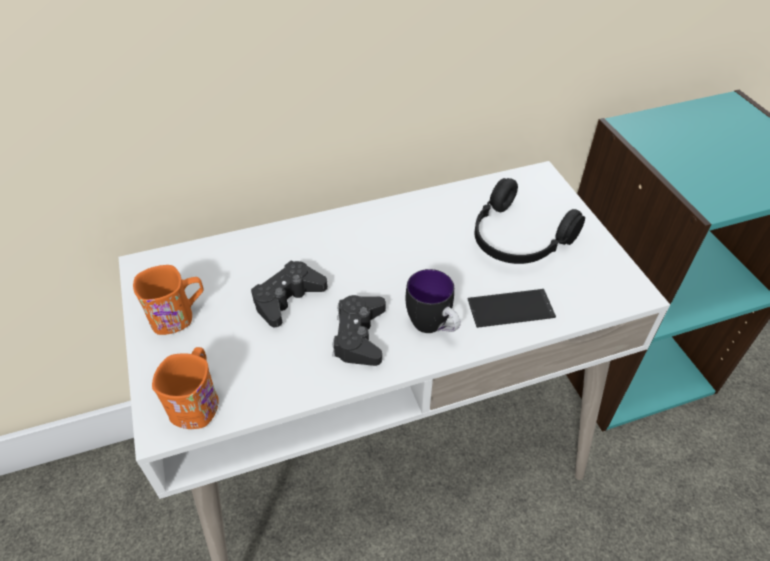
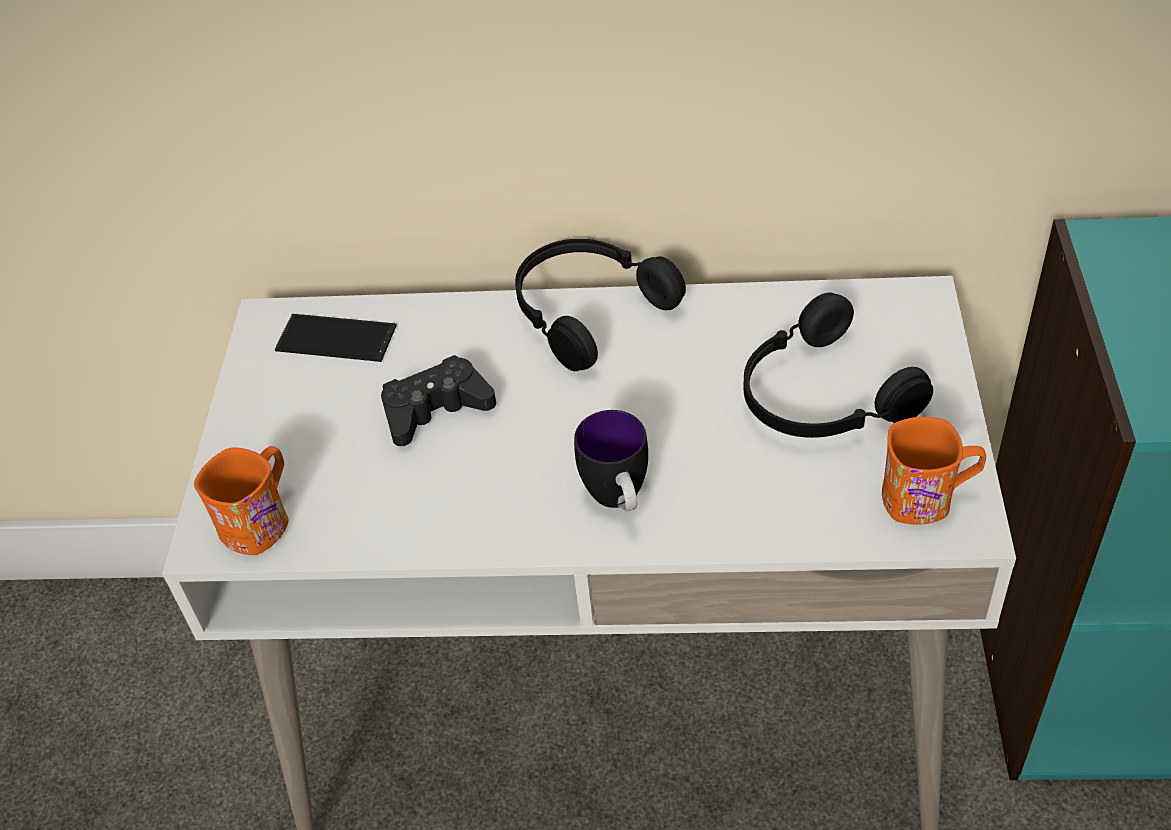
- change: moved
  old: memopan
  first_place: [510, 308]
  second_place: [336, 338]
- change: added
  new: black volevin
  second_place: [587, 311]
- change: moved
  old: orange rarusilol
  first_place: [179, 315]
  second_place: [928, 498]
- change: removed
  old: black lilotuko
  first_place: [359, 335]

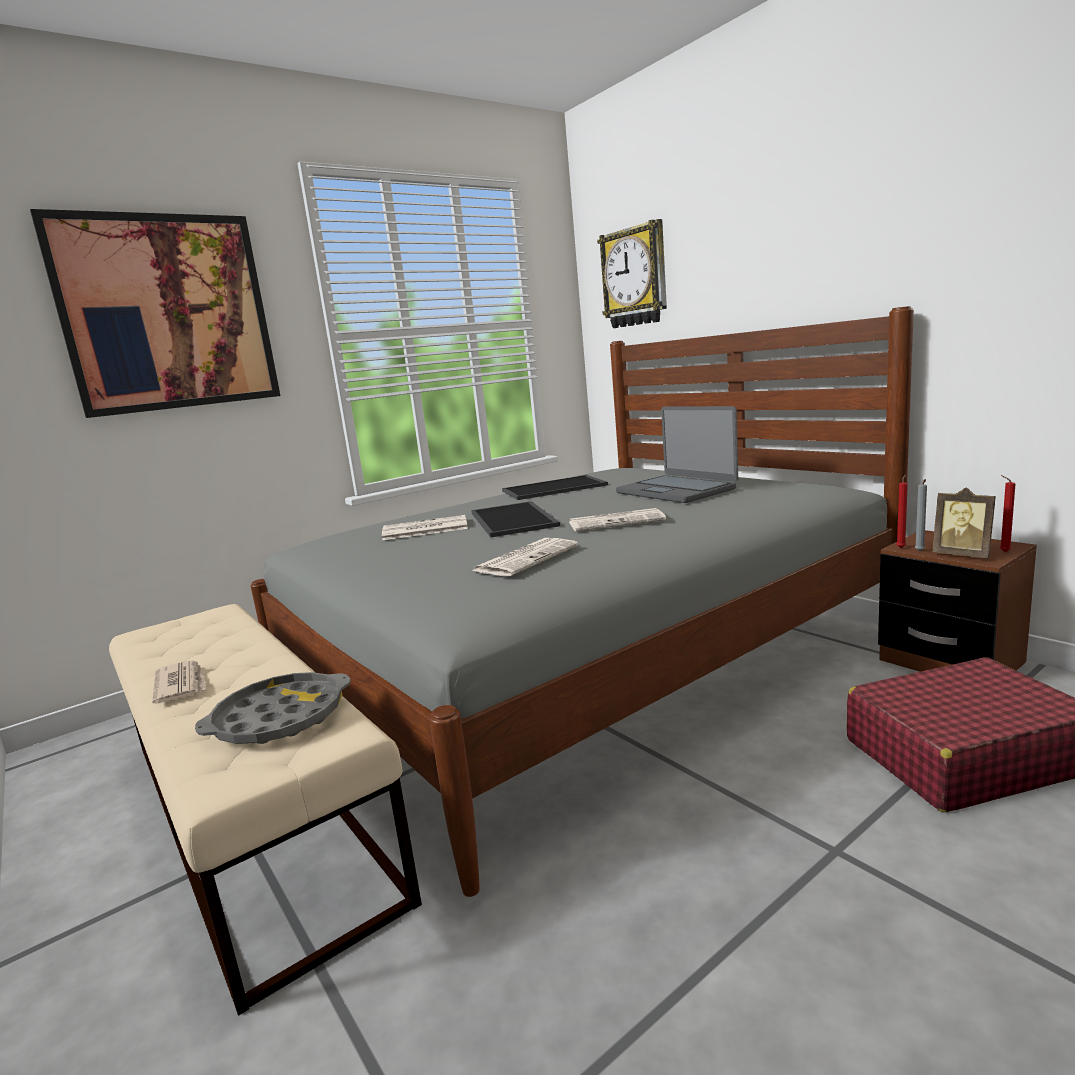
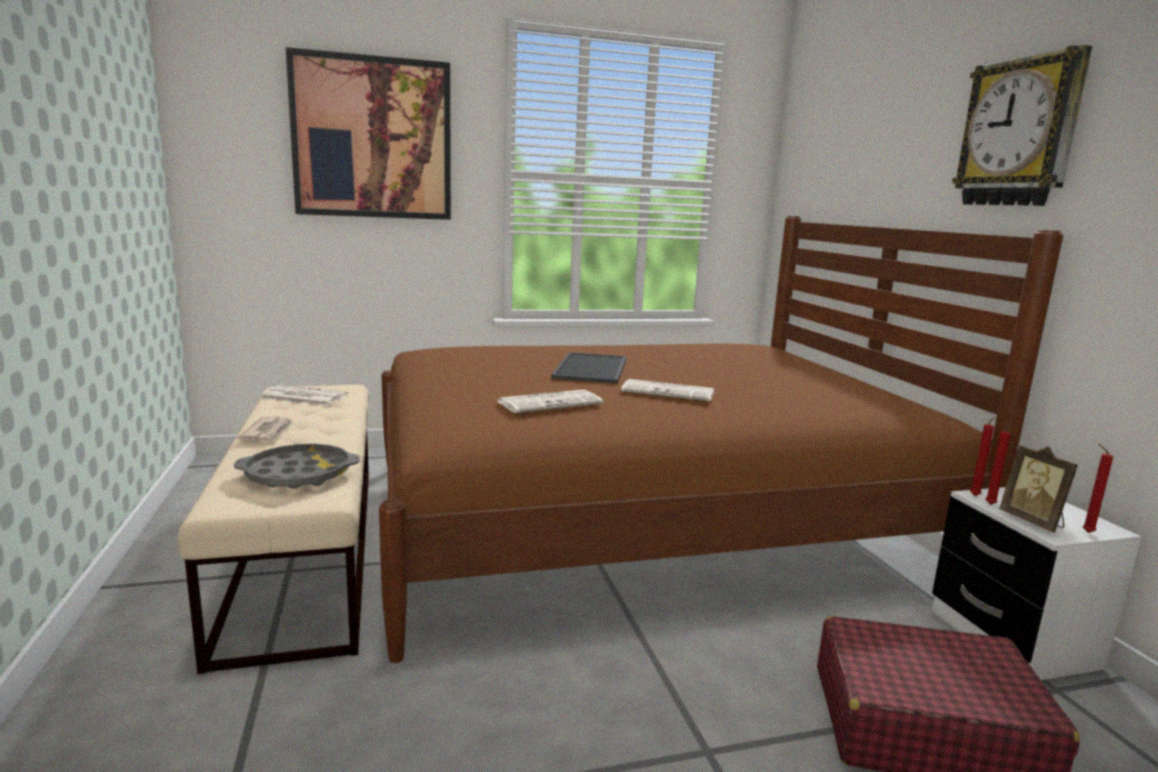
- change: moved
  old: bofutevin
  first_place: [424, 529]
  second_place: [302, 397]
- change: recoloured
  old: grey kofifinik
  new: brown kofifinik
  first_place: [585, 663]
  second_place: [640, 521]
- change: recoloured
  old: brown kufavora
  new: white kufavora
  first_place: [950, 661]
  second_place: [1012, 639]
- change: moved
  old: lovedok
  first_place: [635, 277]
  second_place: [1019, 133]
- change: recoloured
  old: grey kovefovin
  new: red kovefovin
  first_place: [919, 551]
  second_place: [990, 505]
- change: removed
  old: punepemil
  first_place: [553, 488]
- change: removed
  old: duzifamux
  first_place: [676, 490]

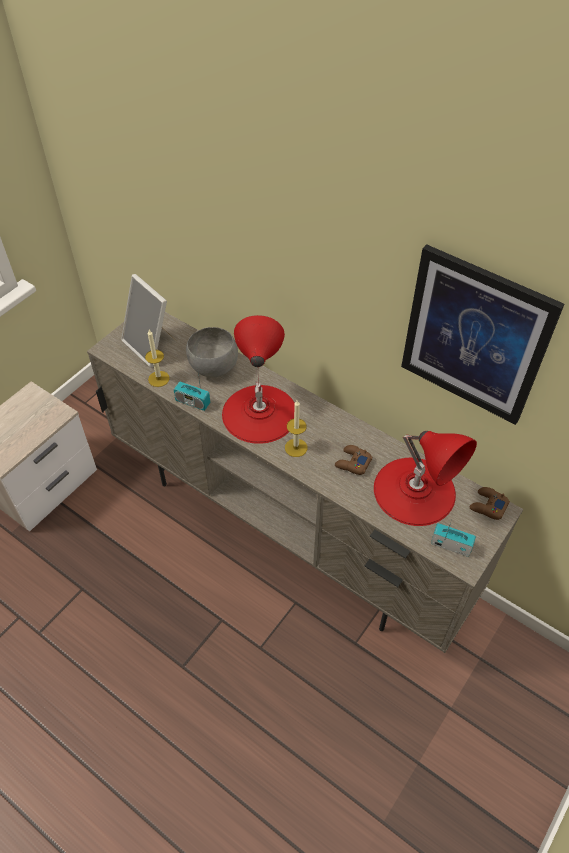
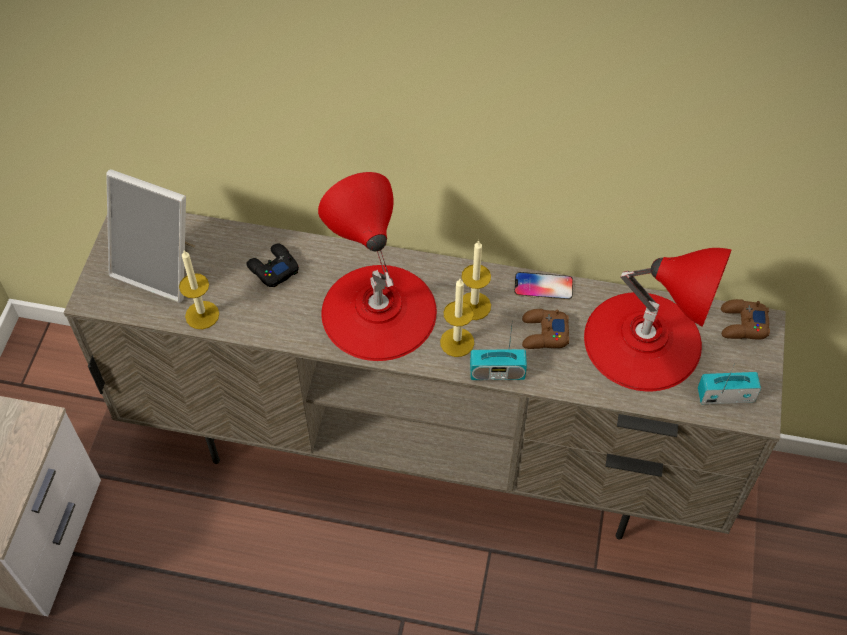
- change: replaced
  old: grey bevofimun
  new: black lilotuko
  first_place: [212, 368]
  second_place: [273, 269]
- change: added
  new: kovefovin
  second_place: [474, 306]
- change: moved
  old: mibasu
  first_place: [192, 402]
  second_place: [497, 372]
- change: added
  new: memopan
  second_place: [543, 287]
- change: removed
  old: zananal
  first_place: [474, 336]

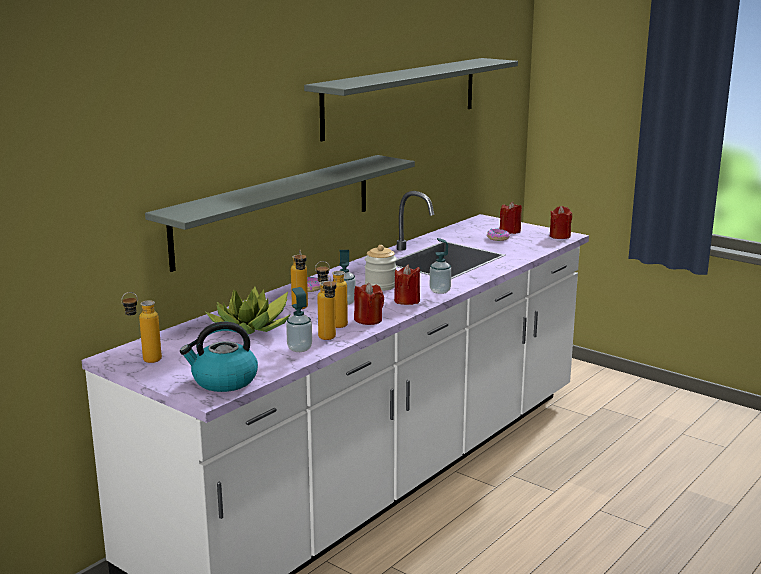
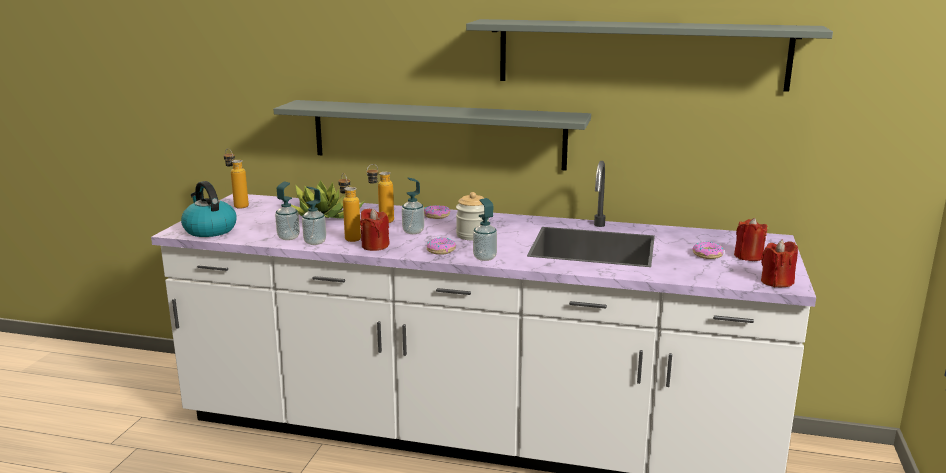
- change: replaced
  old: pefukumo
  new: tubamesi
  first_place: [328, 340]
  second_place: [315, 242]
- change: replaced
  old: red kovefovin
  new: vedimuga
  first_place: [407, 301]
  second_place: [441, 250]

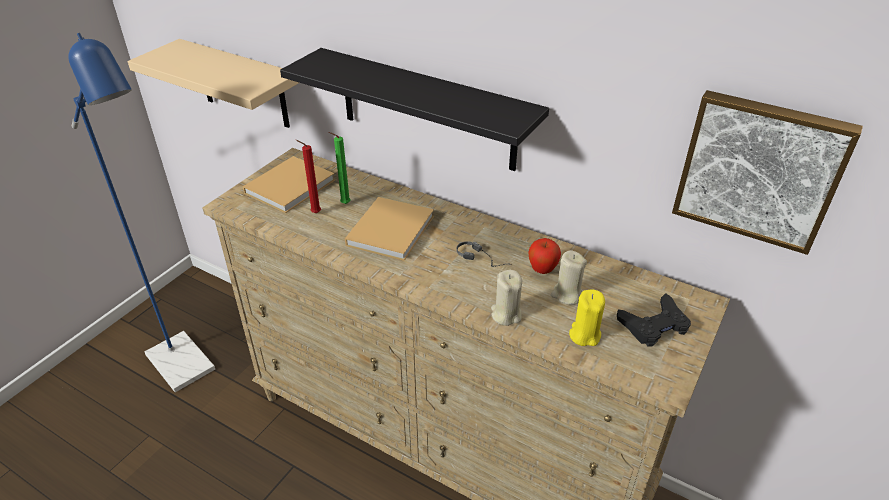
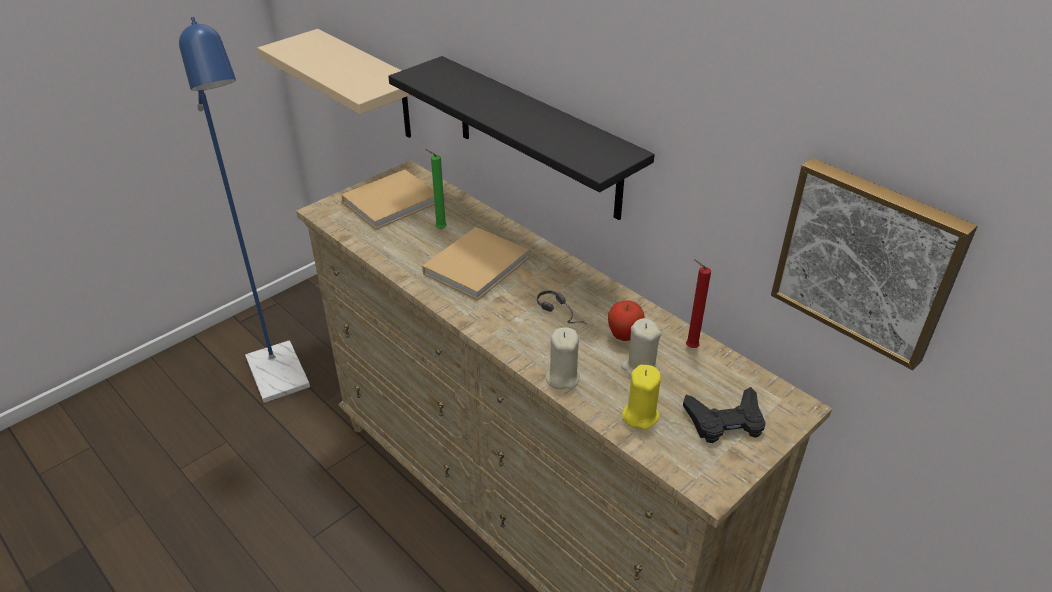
- change: moved
  old: red kovefovin
  first_place: [314, 213]
  second_place: [689, 347]

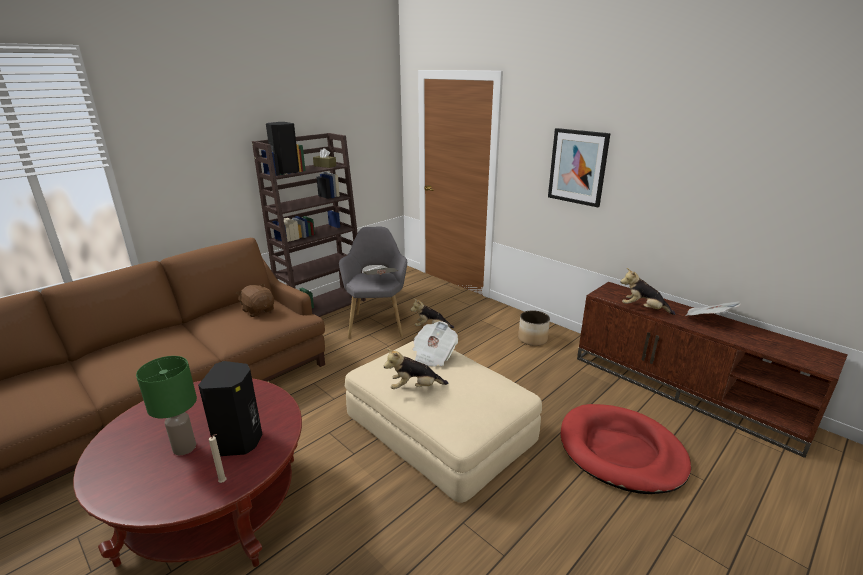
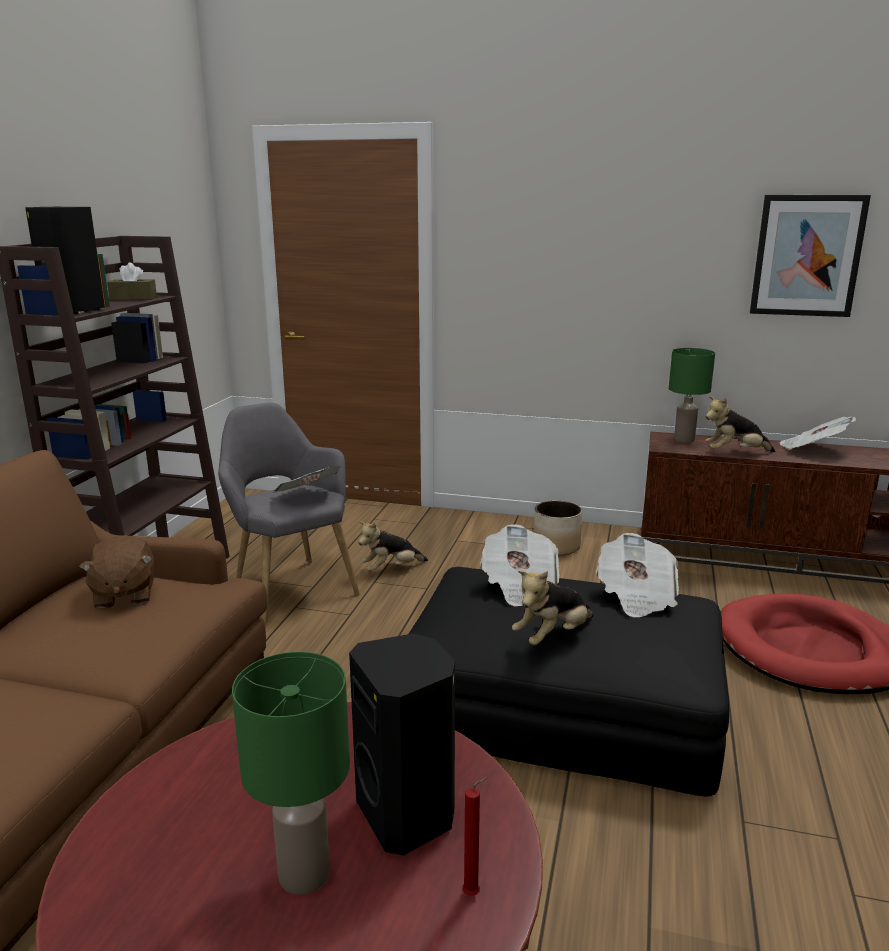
- change: turned
  old: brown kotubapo
  first_place: [258, 310]
  second_place: [124, 595]
  degrees: -120
- change: recoloured
  old: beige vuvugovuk
  new: black vuvugovuk
  first_place: [440, 425]
  second_place: [562, 702]
- change: recoloured
  old: beige kovefovin
  new: red kovefovin
  first_place: [224, 482]
  second_place: [473, 894]
- change: added
  new: bofutevin
  second_place: [636, 596]
- change: added
  new: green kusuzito
  second_place: [684, 440]
- change: moved
  old: zananal
  first_place: [578, 167]
  second_place: [807, 256]

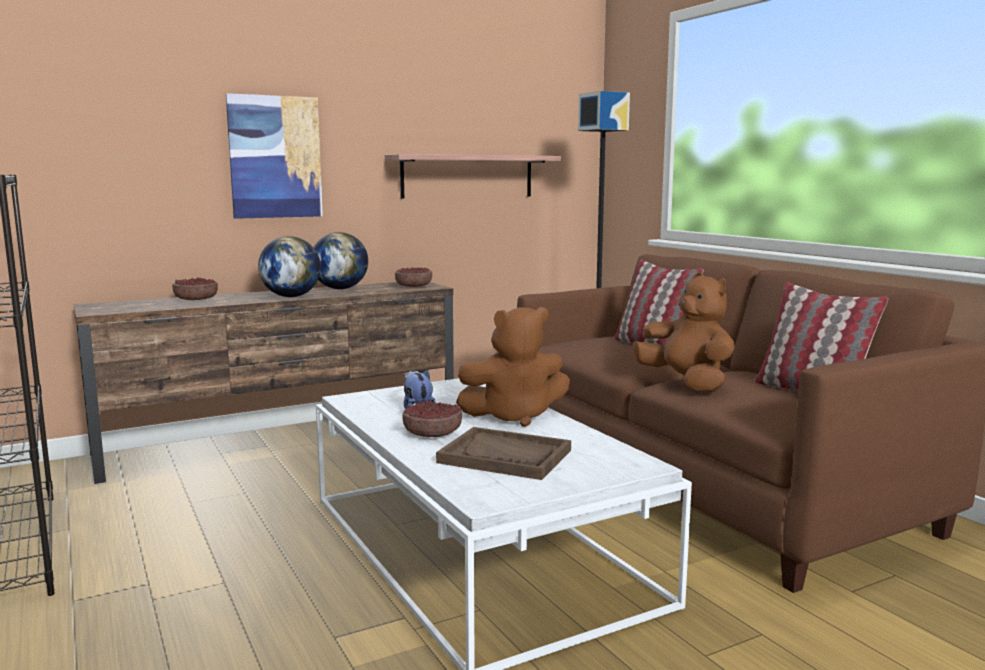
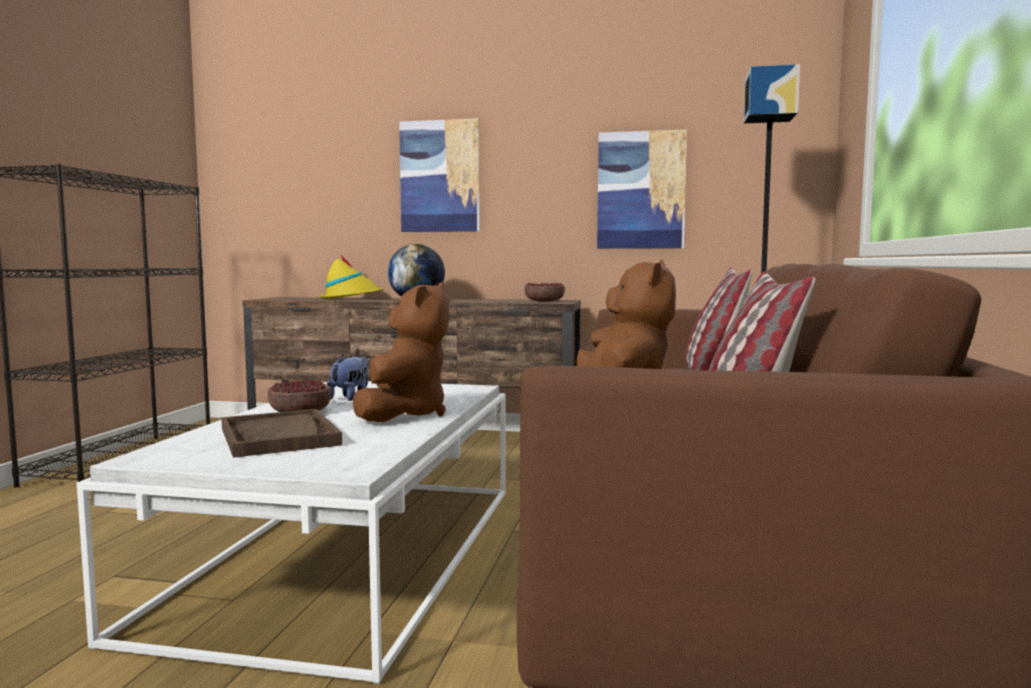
- change: replaced
  old: bevofimun
  new: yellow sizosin
  first_place: [196, 299]
  second_place: [351, 298]
- change: turned
  old: brown kotubapo
  first_place: [514, 416]
  second_place: [404, 414]
  degrees: -105
- change: replaced
  old: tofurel
  new: zananal
  first_place: [467, 176]
  second_place: [641, 190]
- change: removed
  old: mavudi
  first_place: [340, 288]

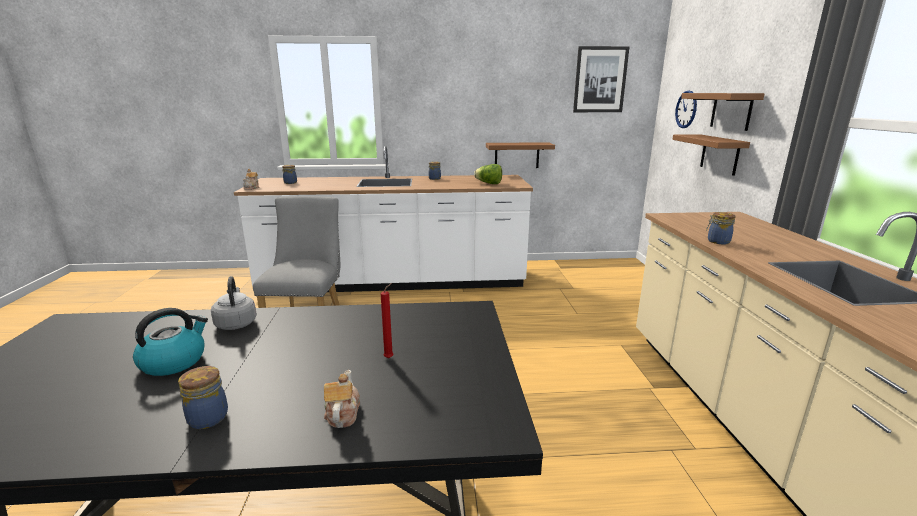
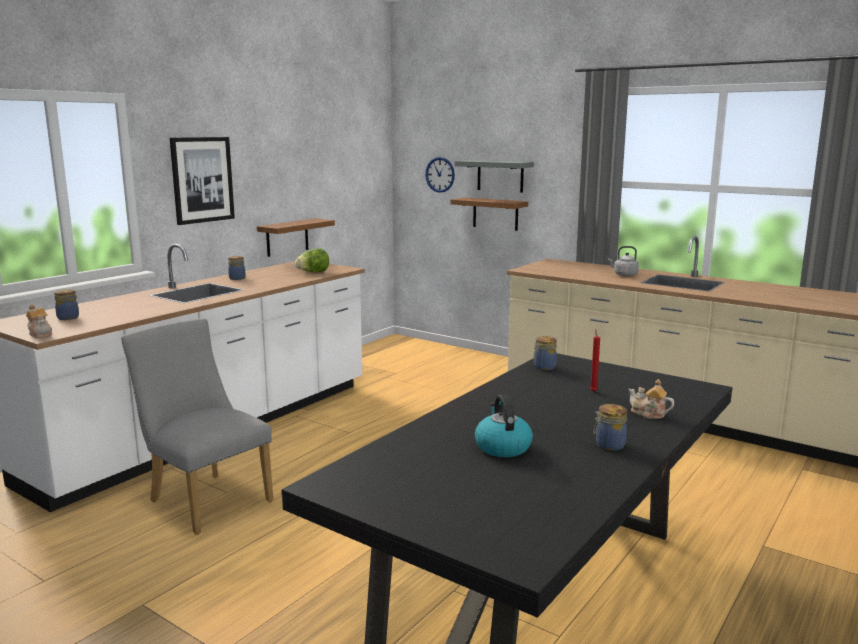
- change: moved
  old: zananal
  first_place: [600, 80]
  second_place: [202, 180]
- change: recoloured
  old: brown tofurel
  new: grey tofurel
  first_place: [731, 111]
  second_place: [500, 176]
- change: moved
  old: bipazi
  first_place: [717, 241]
  second_place: [543, 367]
- change: moved
  old: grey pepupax
  first_place: [236, 323]
  second_place: [624, 275]

